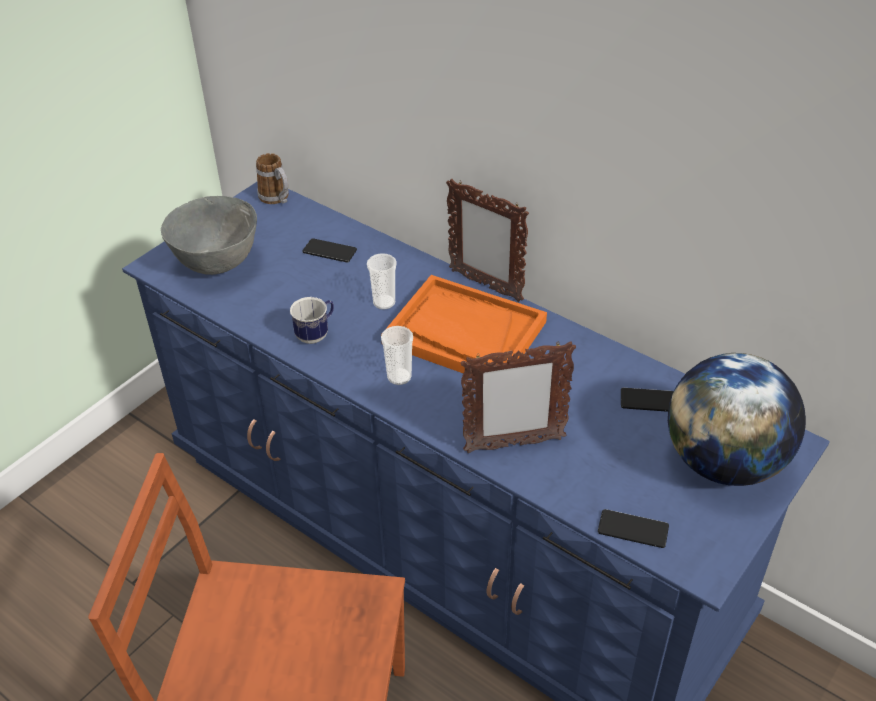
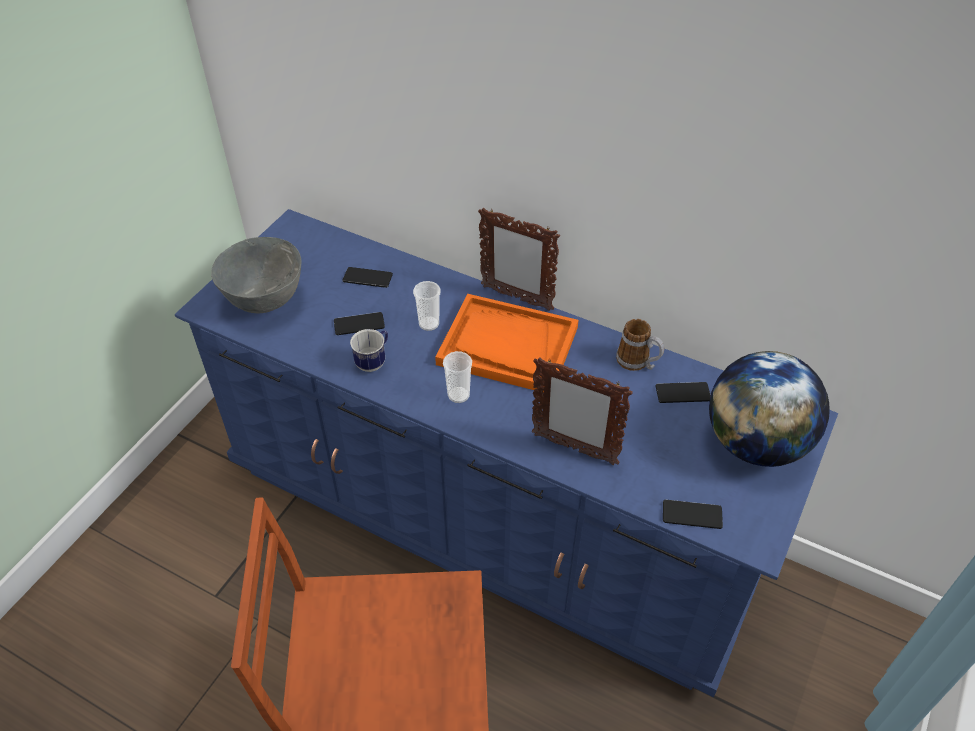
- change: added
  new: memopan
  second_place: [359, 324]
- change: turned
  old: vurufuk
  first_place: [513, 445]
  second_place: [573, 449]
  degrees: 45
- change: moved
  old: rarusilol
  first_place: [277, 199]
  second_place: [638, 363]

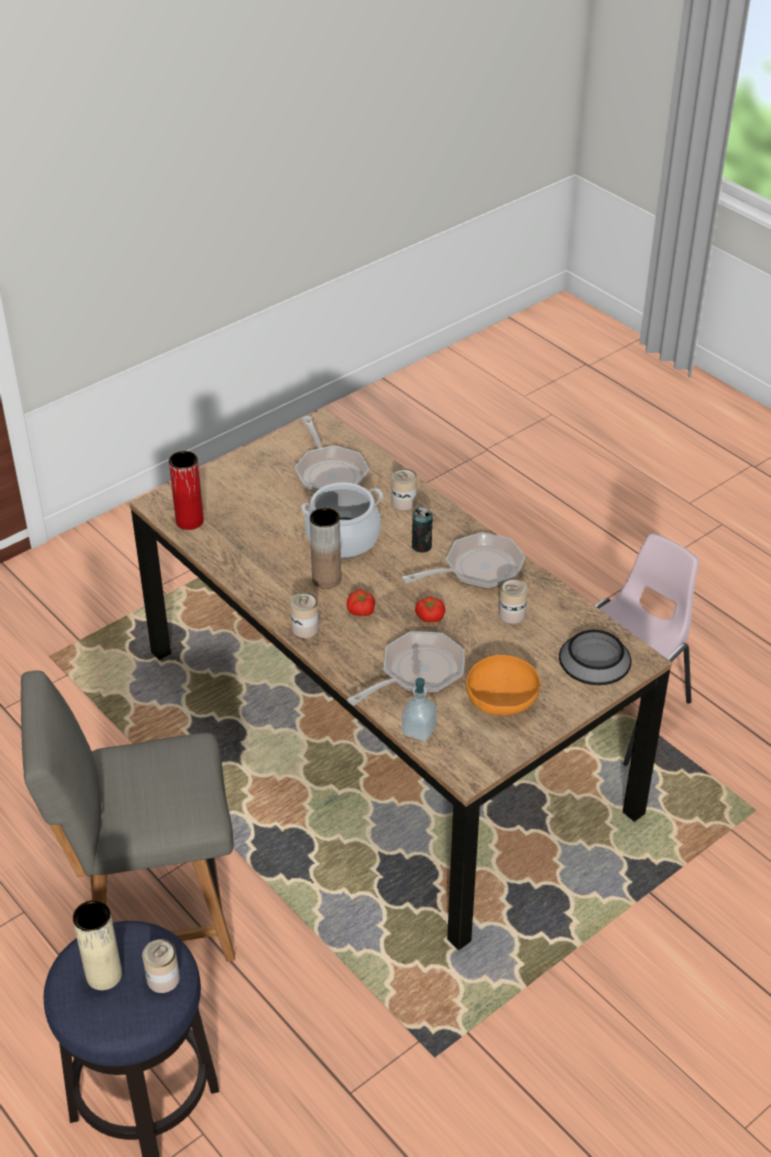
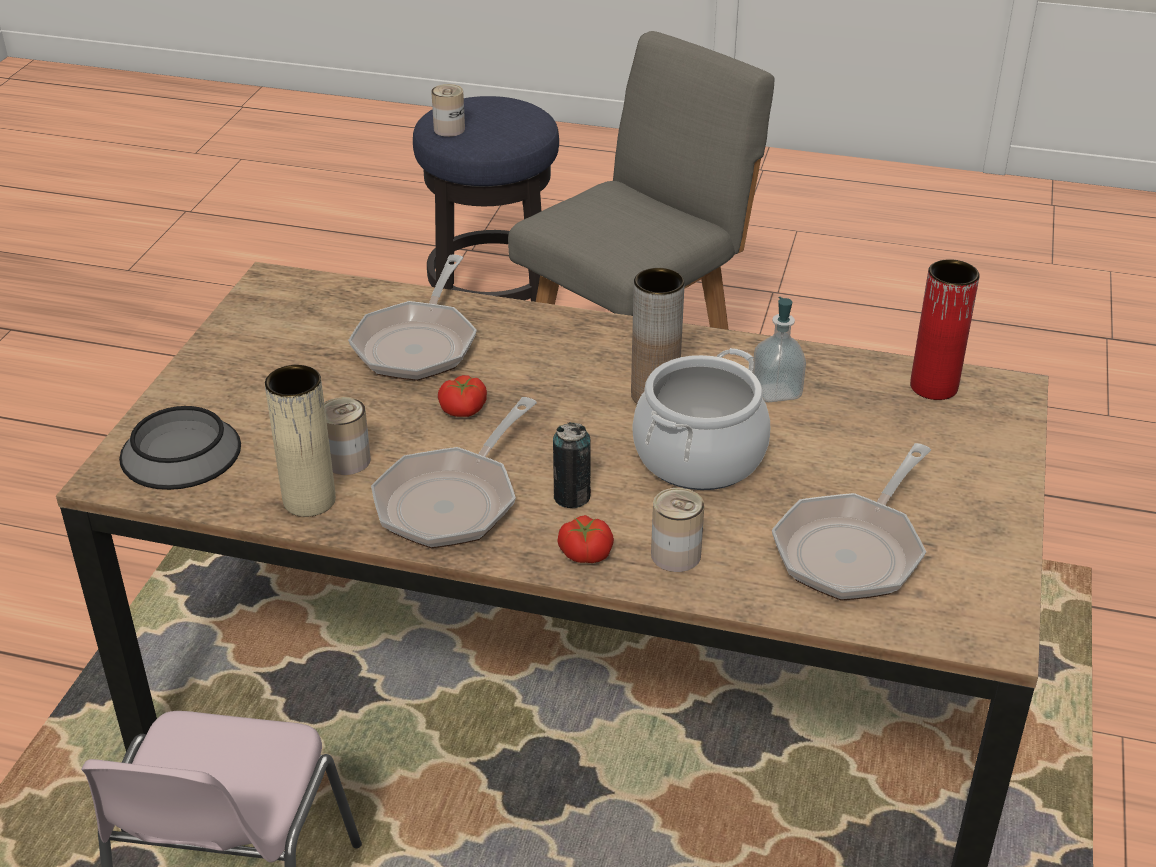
- change: moved
  old: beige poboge
  first_place: [104, 975]
  second_place: [309, 500]
- change: moved
  old: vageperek
  first_place: [361, 611]
  second_place: [585, 552]
- change: moved
  old: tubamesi
  first_place: [419, 730]
  second_place: [776, 391]
- change: turned
  old: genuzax
  first_place: [329, 472]
  second_place: [853, 549]
  degrees: -90
- change: removed
  old: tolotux
  first_place: [305, 628]
- change: removed
  old: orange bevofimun
  first_place: [502, 702]

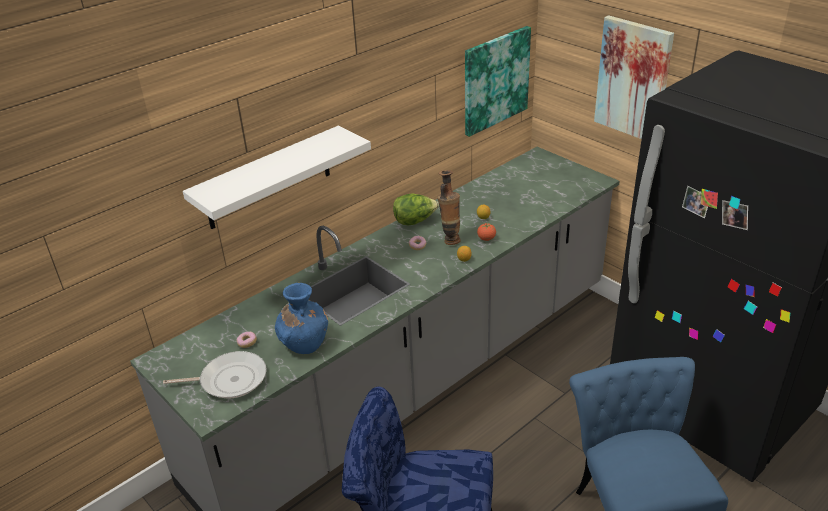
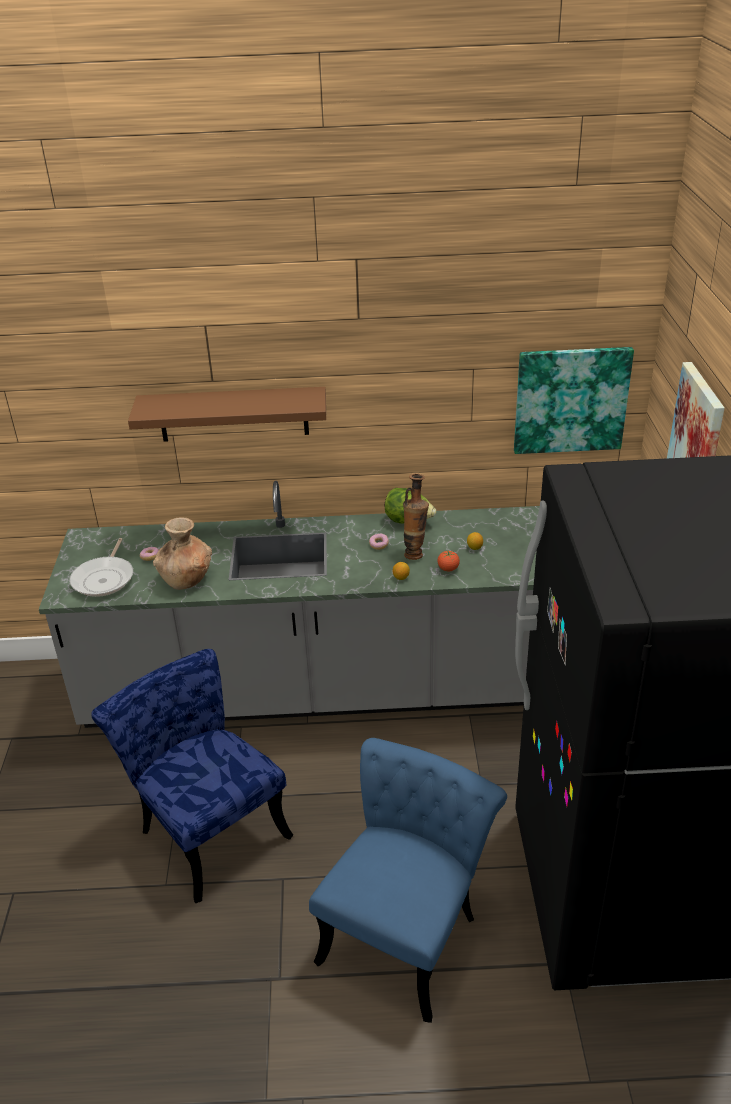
- change: turned
  old: genuzax
  first_place: [229, 380]
  second_place: [104, 578]
  degrees: 60
- change: recoloured
  old: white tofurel
  new: brown tofurel
  first_place: [268, 178]
  second_place: [233, 414]
- change: recoloured
  old: blue poboge
  new: brown poboge
  first_place: [304, 342]
  second_place: [186, 579]

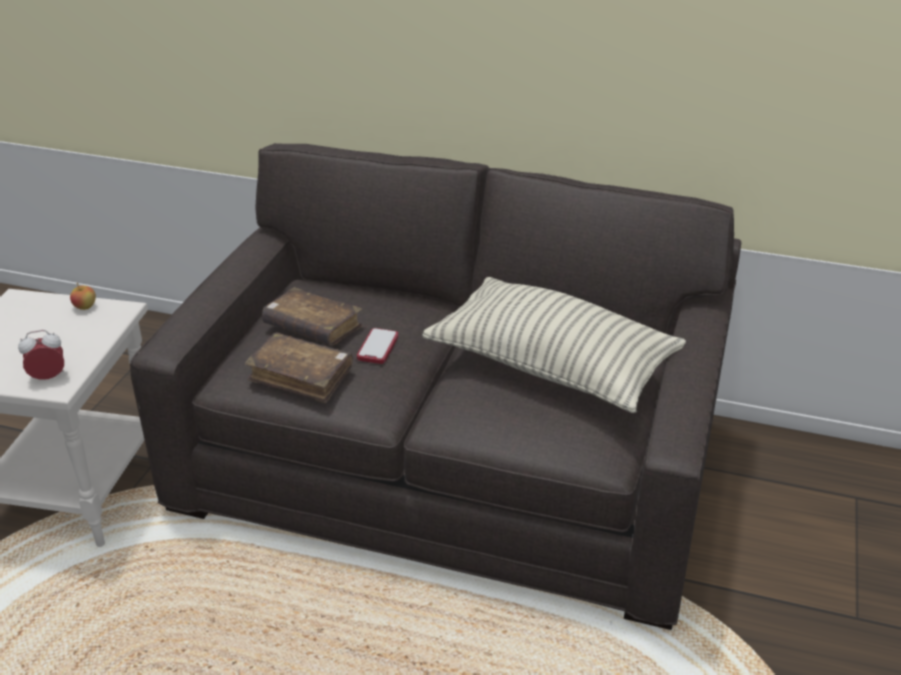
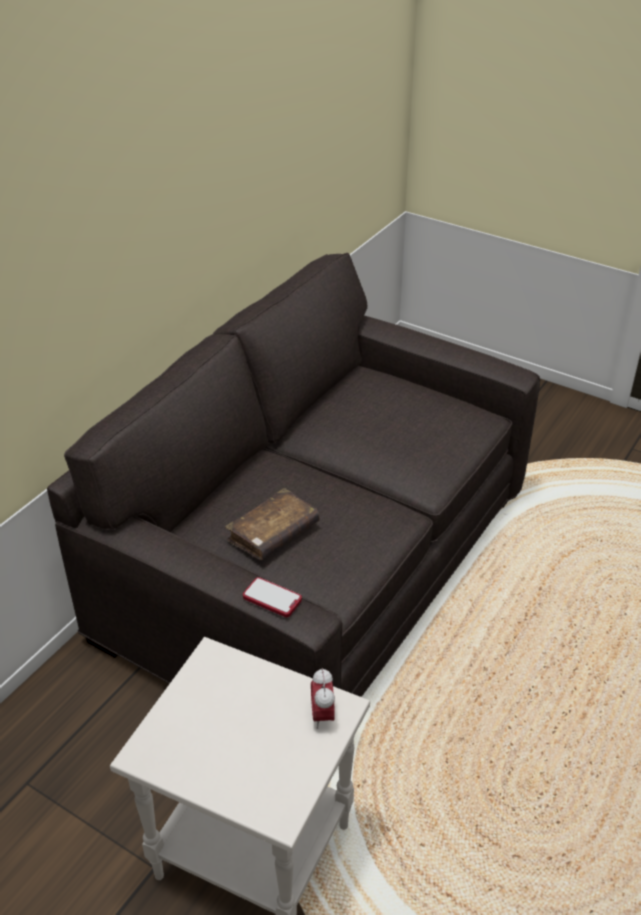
- change: moved
  old: memopan
  first_place: [378, 347]
  second_place: [272, 598]
- change: removed
  old: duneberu
  first_place: [85, 307]
- change: removed
  old: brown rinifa
  first_place: [301, 376]
- change: removed
  old: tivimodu
  first_place: [551, 367]

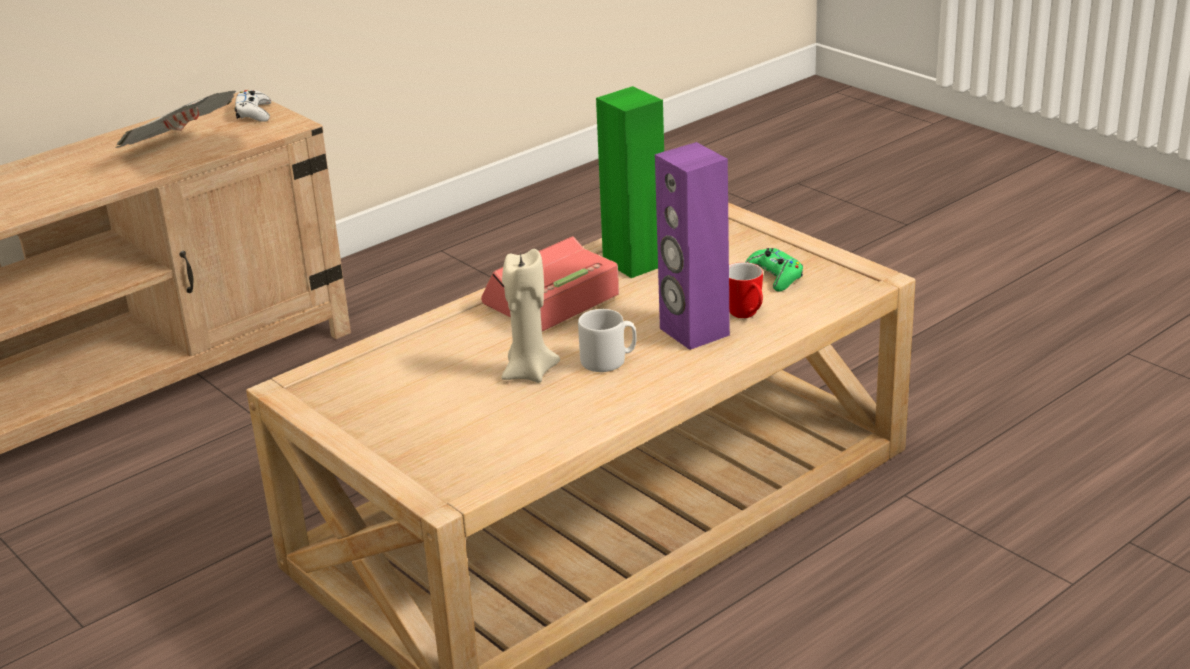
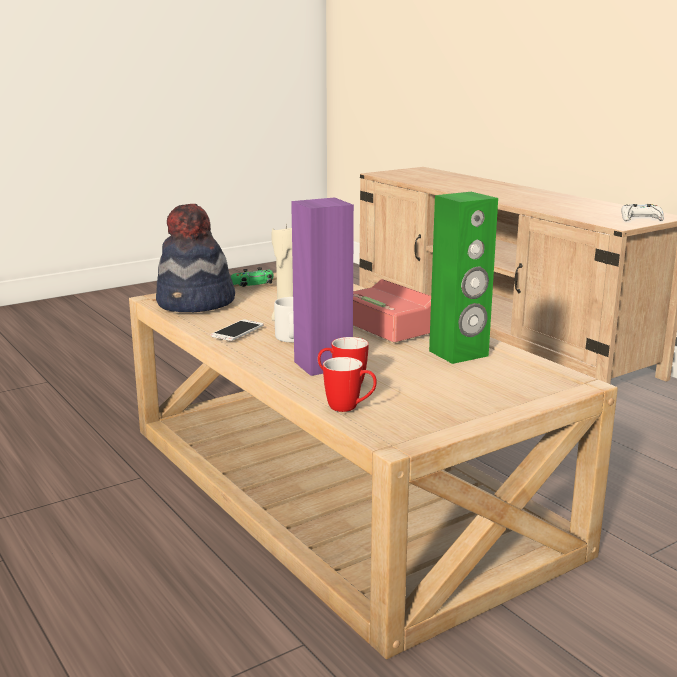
- change: added
  new: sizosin
  second_place: [196, 303]
- change: added
  new: memopan
  second_place: [237, 331]
- change: moved
  old: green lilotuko
  first_place: [774, 276]
  second_place: [253, 284]
- change: added
  new: rarusilol
  second_place: [350, 408]
- change: removed
  old: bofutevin
  first_place: [181, 152]

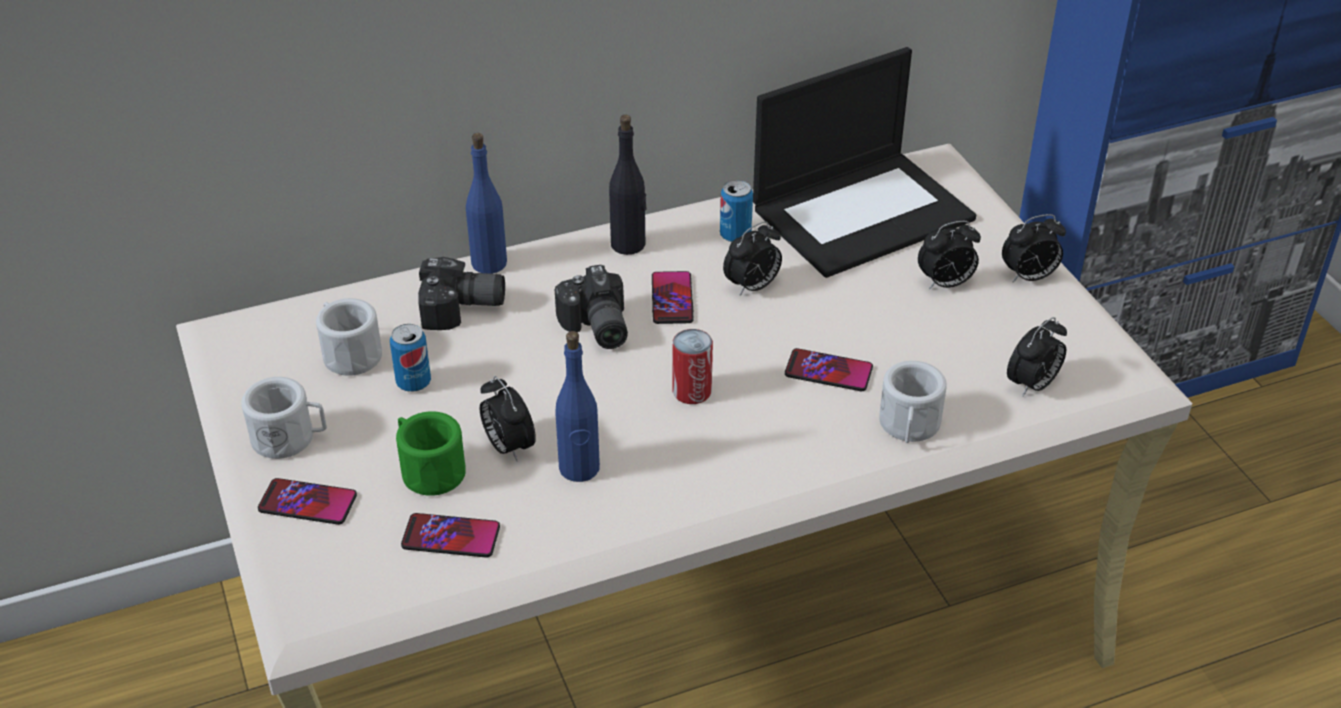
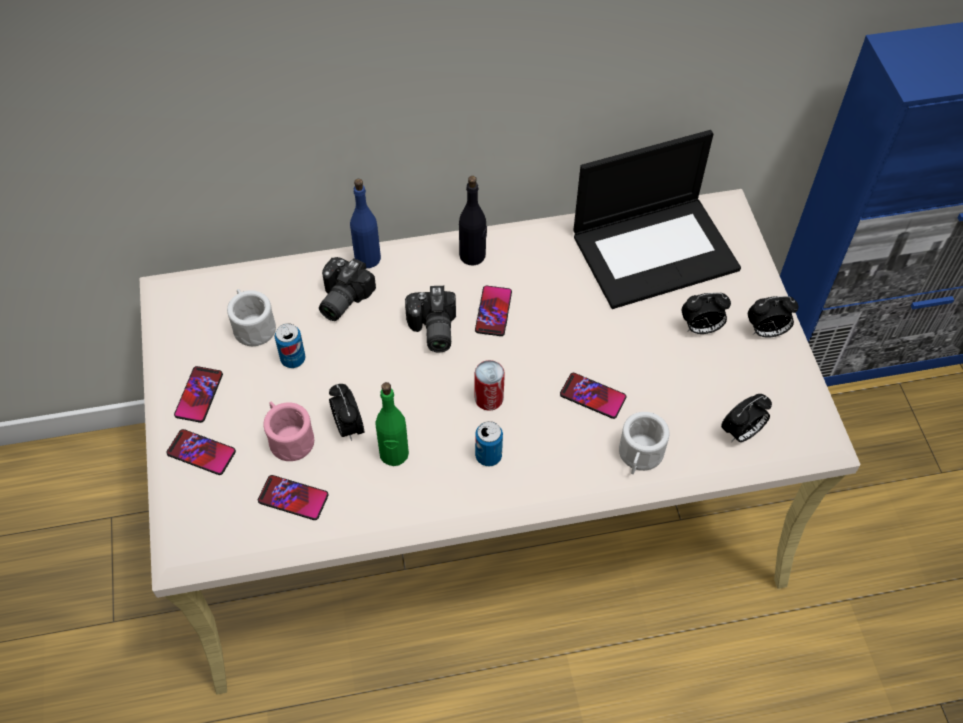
- change: replaced
  old: white rarusilol
  new: memopan
  first_place: [290, 438]
  second_place: [199, 395]
- change: recoloured
  old: green rarusilol
  new: pink rarusilol
  first_place: [428, 470]
  second_place: [289, 438]
- change: turned
  old: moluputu
  first_place: [463, 310]
  second_place: [340, 298]
  degrees: 105
- change: recoloured
  old: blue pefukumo
  new: green pefukumo
  first_place: [579, 468]
  second_place: [394, 454]
- change: moved
  old: tolotux
  first_place: [735, 235]
  second_place: [488, 456]
- change: removed
  old: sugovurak
  first_place: [752, 287]

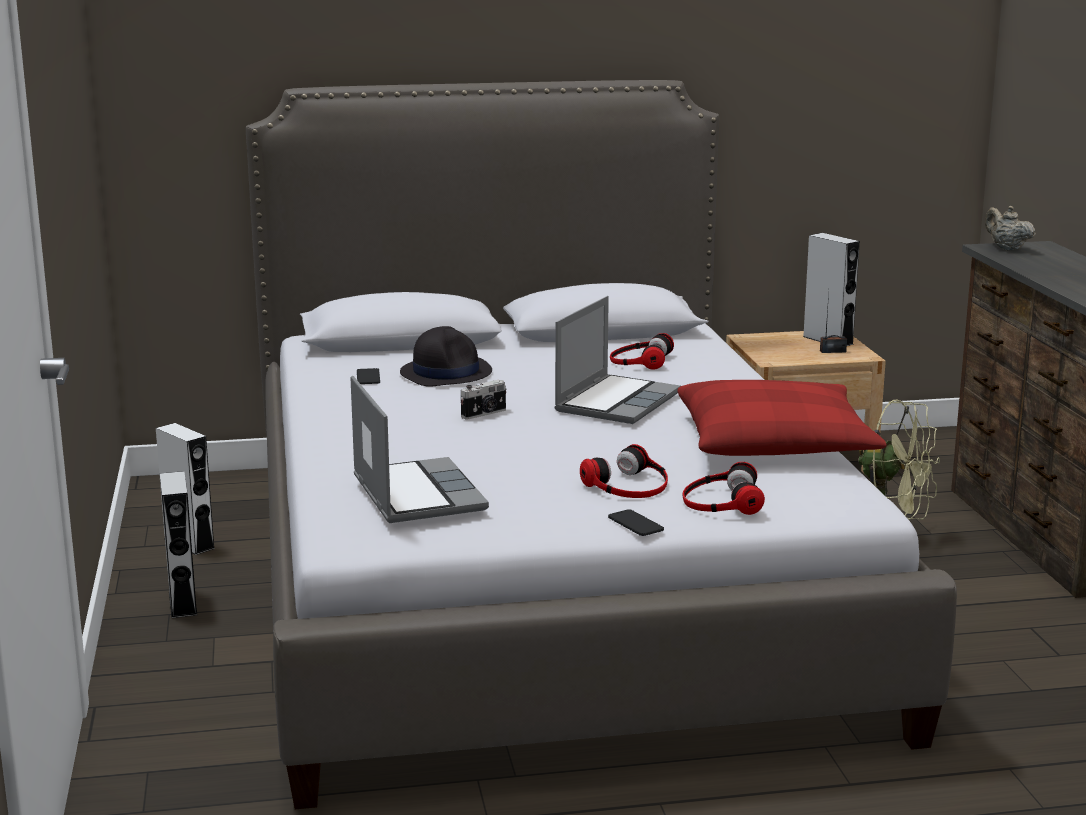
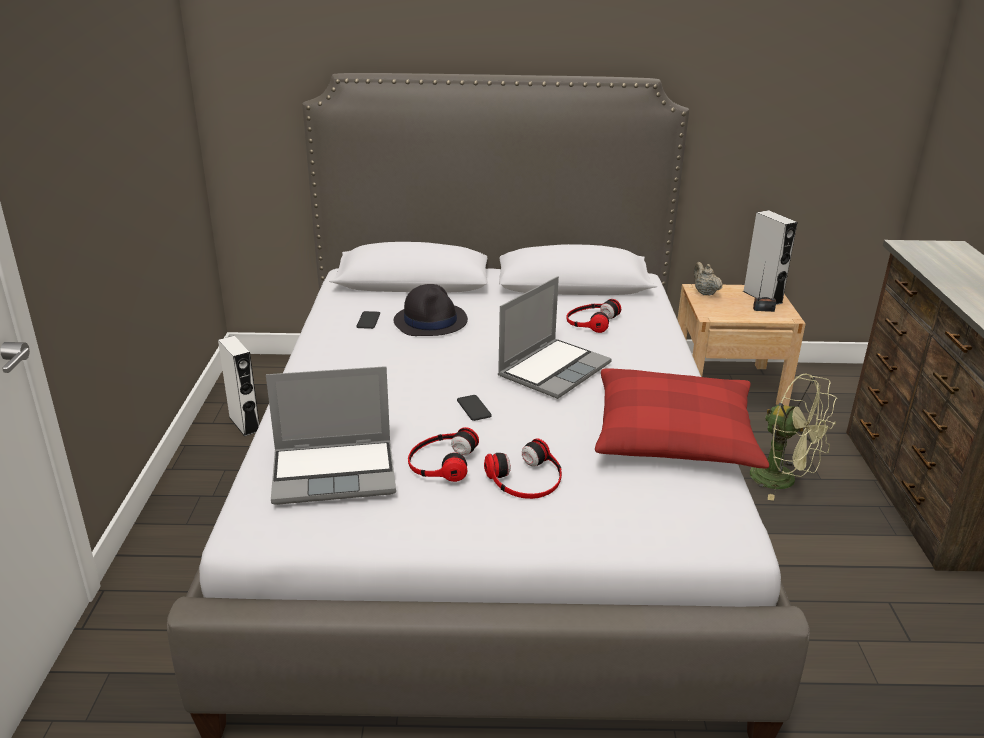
- change: turned
  old: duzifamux
  first_place: [415, 494]
  second_place: [336, 472]
  degrees: 90
- change: moved
  old: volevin
  first_place: [721, 501]
  second_place: [441, 461]
- change: moved
  old: memopan
  first_place: [635, 523]
  second_place: [474, 408]
- change: moved
  old: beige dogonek
  first_place: [1006, 248]
  second_place: [704, 293]
- change: removed
  old: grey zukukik
  first_place: [182, 603]
- change: removed
  old: moluputu
  first_place: [484, 414]

